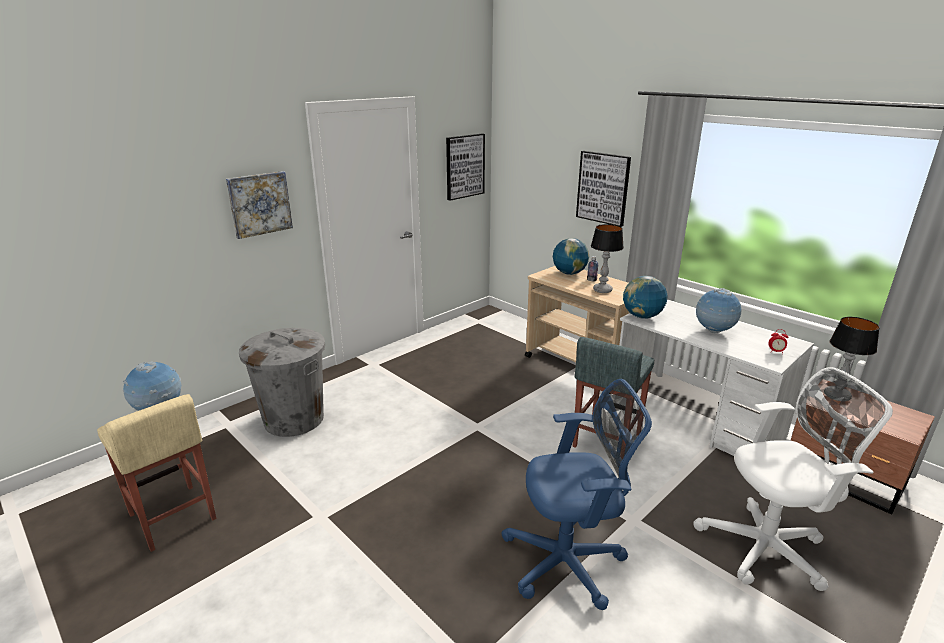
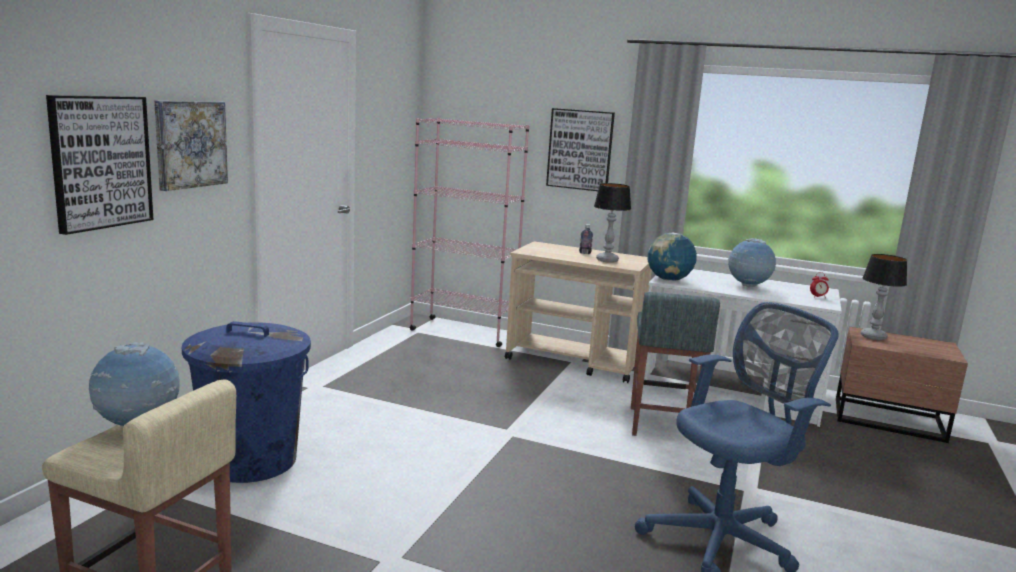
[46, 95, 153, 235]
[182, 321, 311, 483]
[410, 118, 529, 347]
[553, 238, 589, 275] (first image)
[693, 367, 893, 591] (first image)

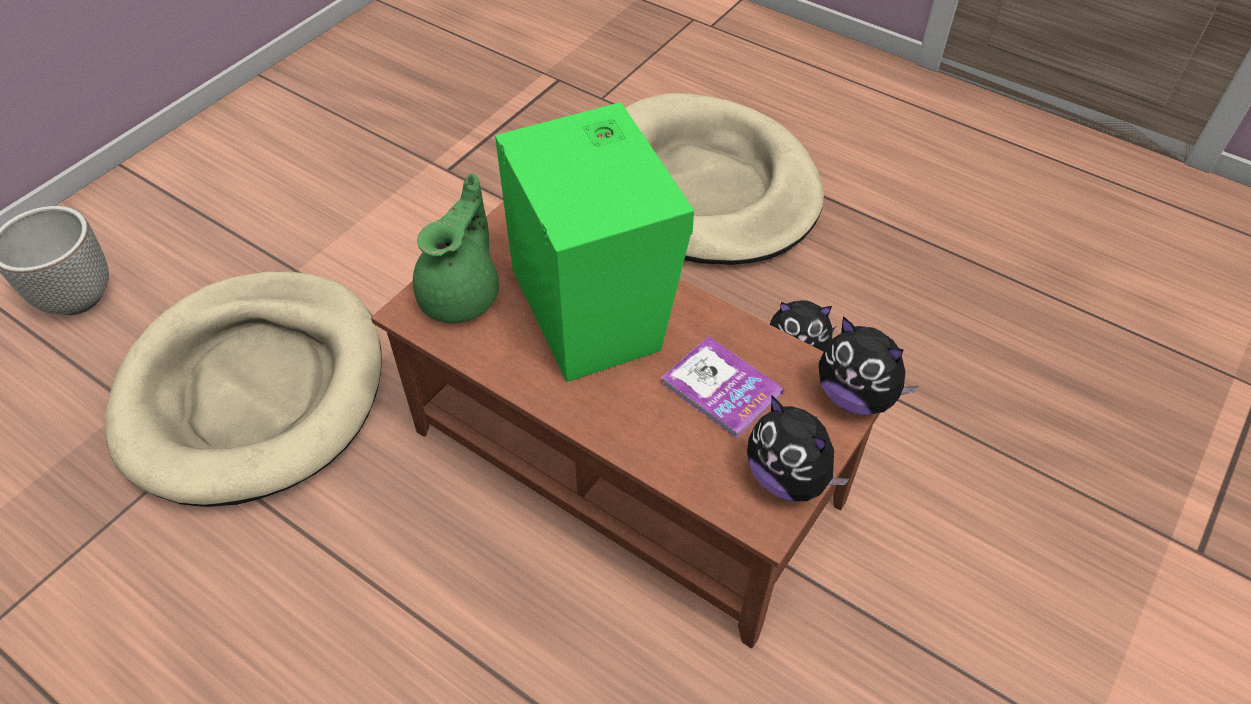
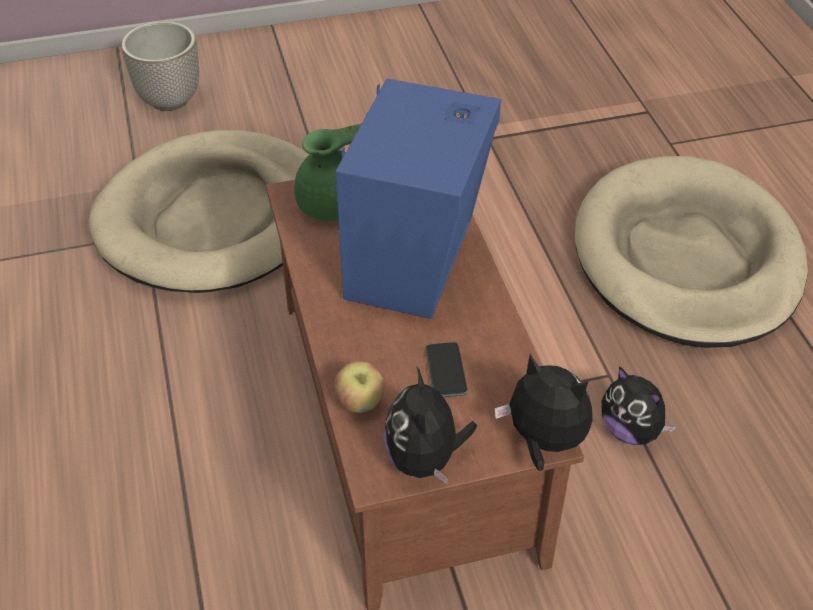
[333, 361, 384, 413]
[336, 79, 501, 319]
[425, 342, 468, 397]
[495, 354, 592, 471]

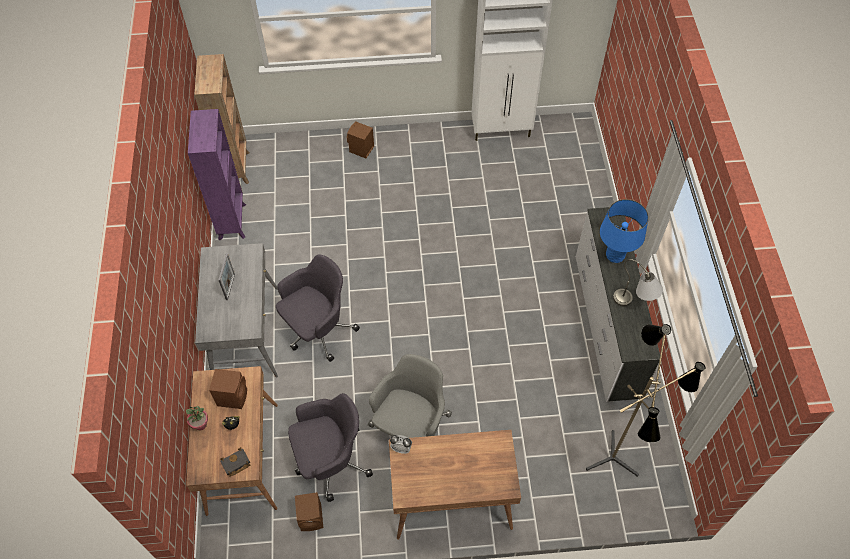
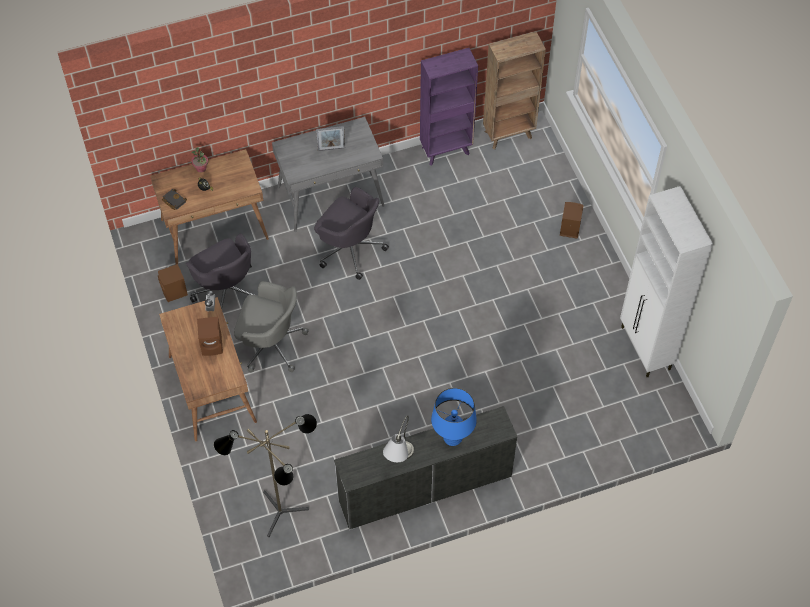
[197, 317, 223, 356]

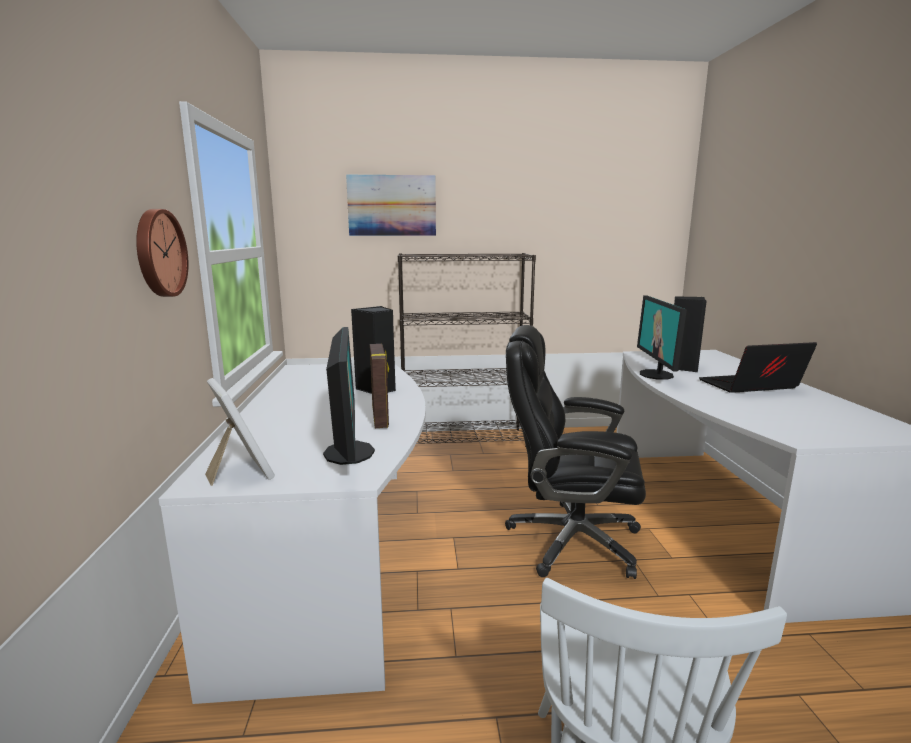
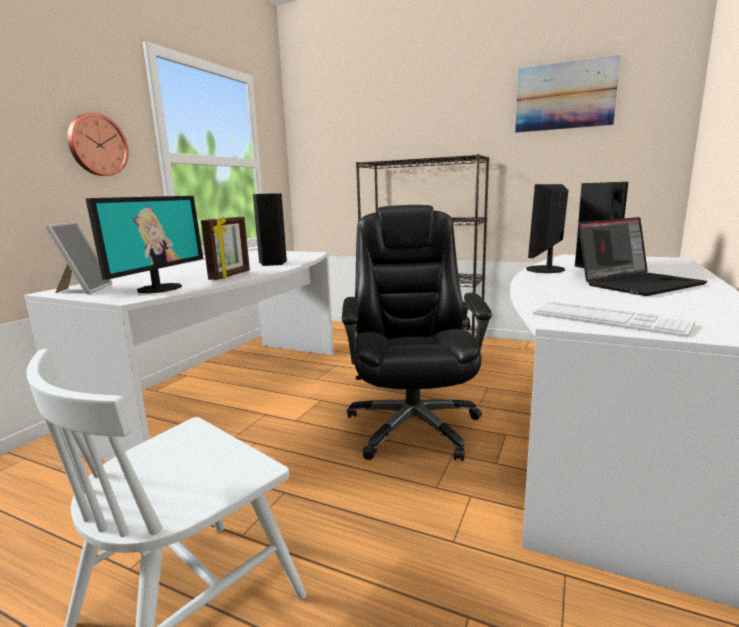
[342, 205, 492, 461]
[515, 55, 620, 133]
[533, 301, 695, 337]
[578, 217, 708, 296]

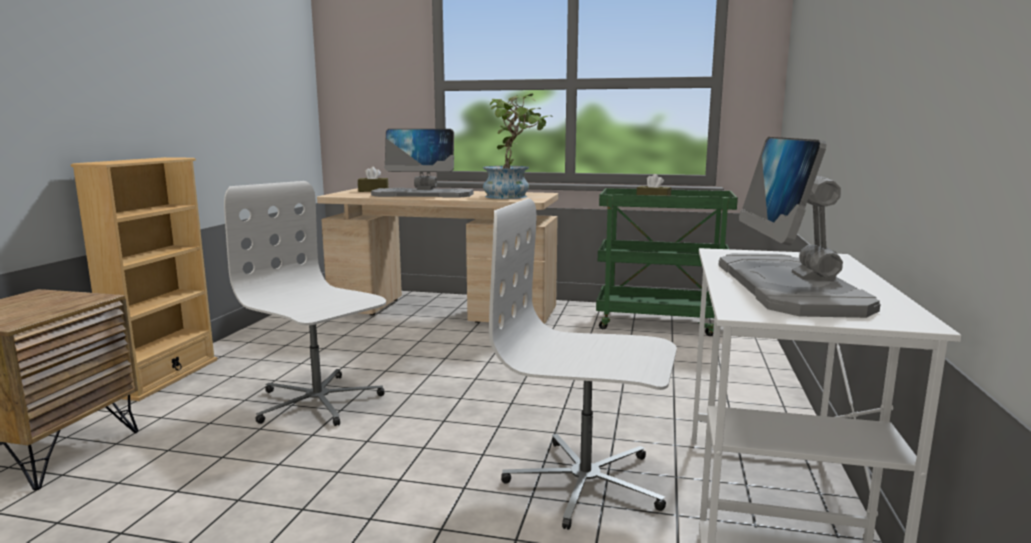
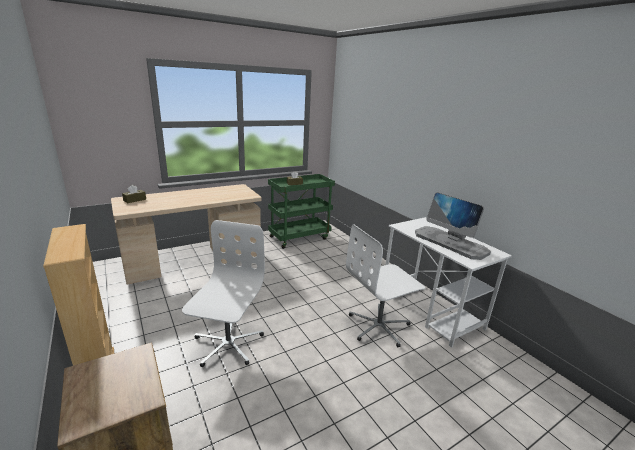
[182, 220, 265, 367]
[371, 129, 473, 198] (first image)
[483, 94, 548, 199] (first image)

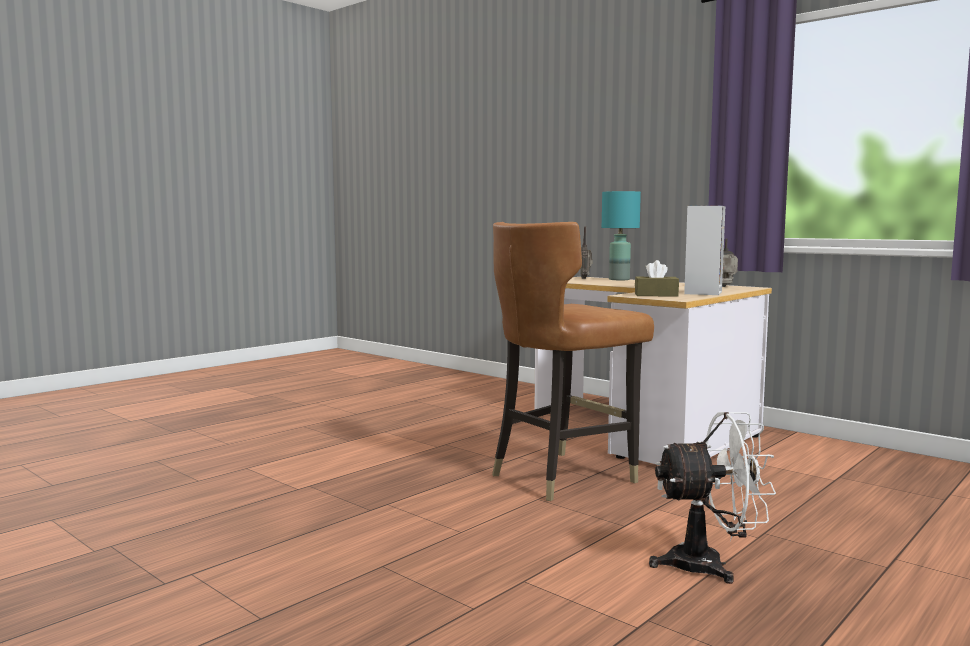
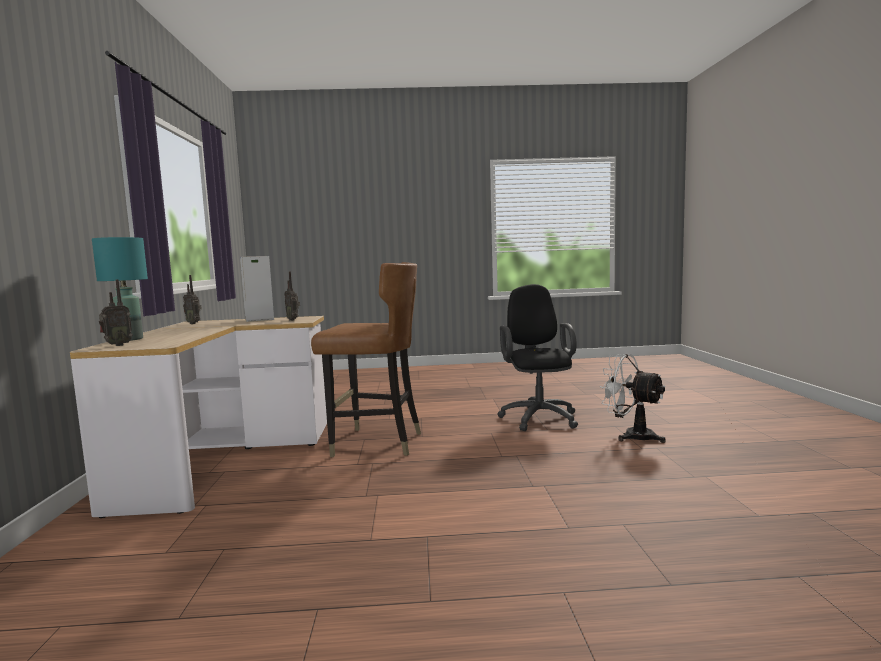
[284, 271, 300, 321]
[498, 284, 578, 431]
[600, 354, 666, 443]

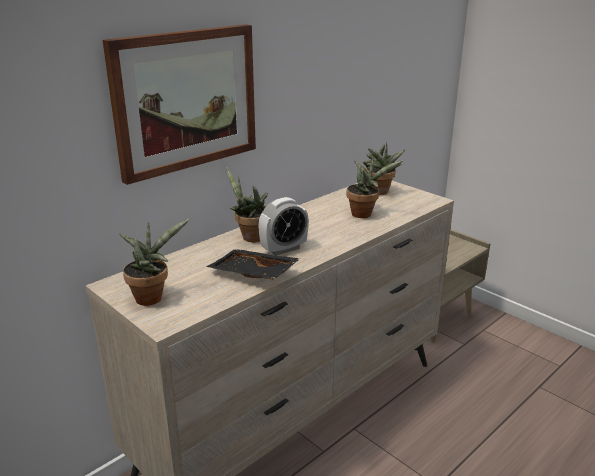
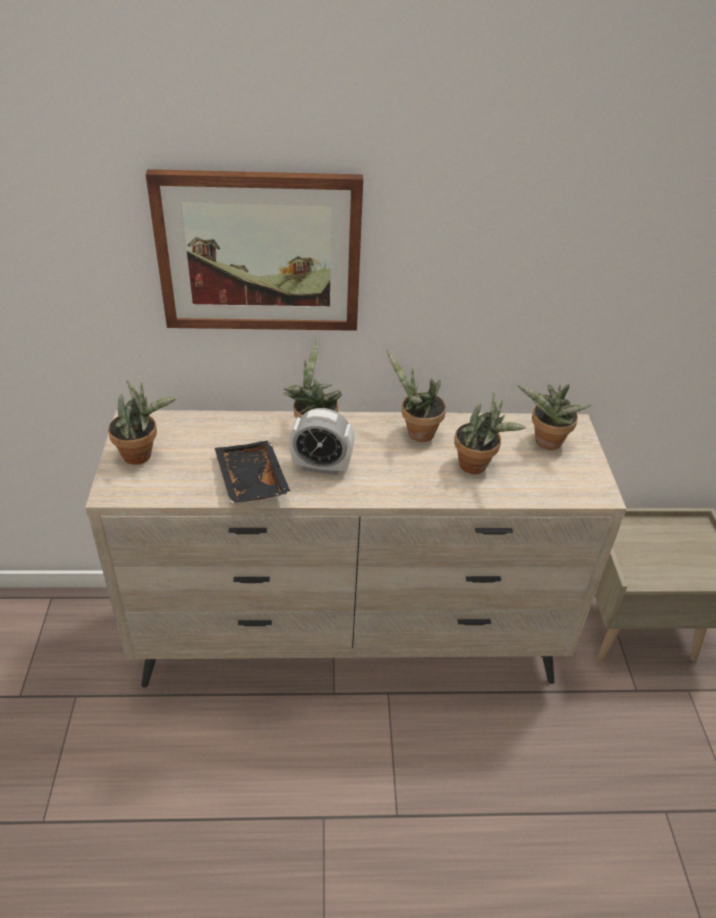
[386, 349, 446, 442]

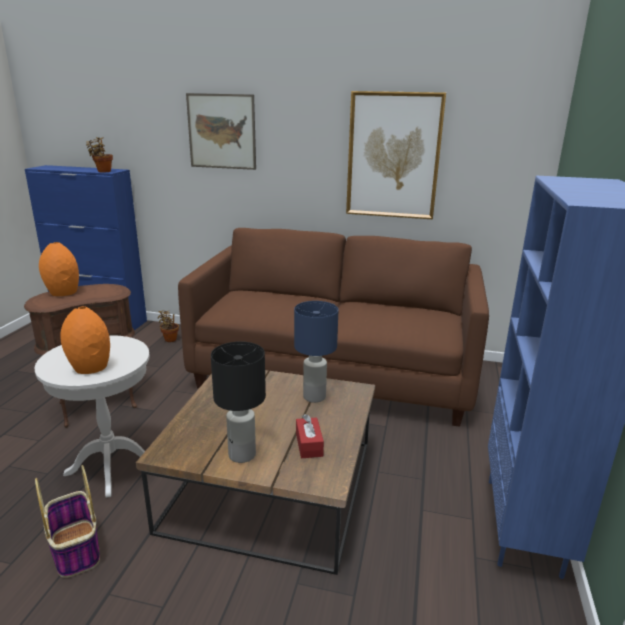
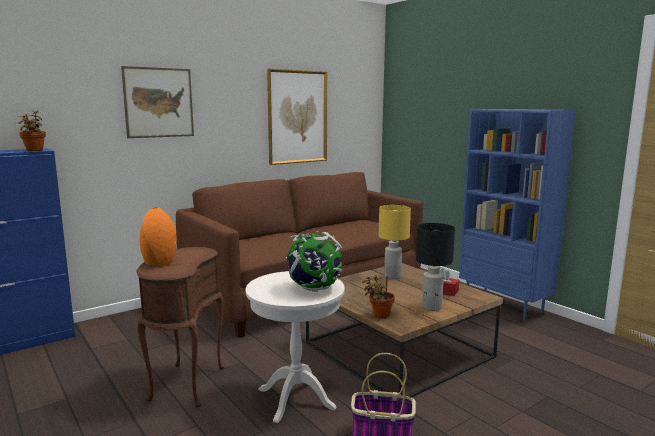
[286, 231, 342, 292]
[362, 275, 395, 318]
[379, 205, 411, 279]

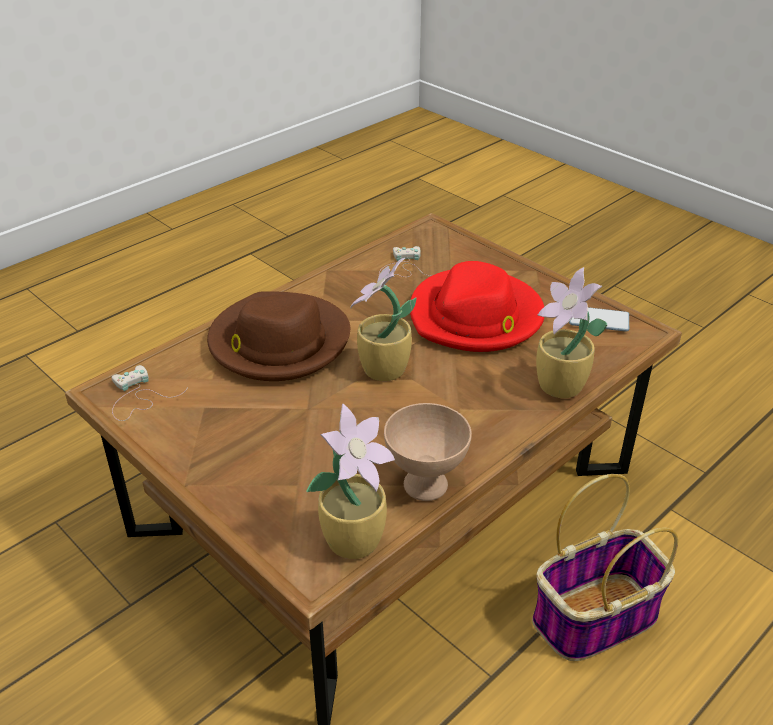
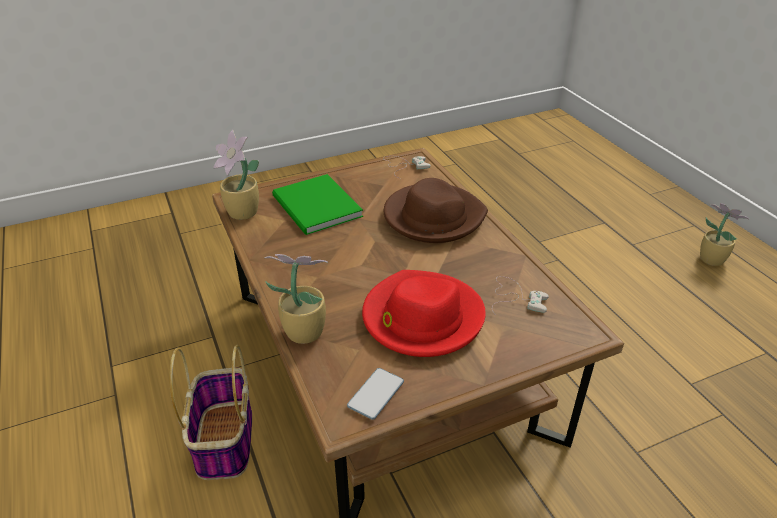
[272, 174, 363, 235]
[700, 203, 750, 266]
[384, 403, 472, 501] (first image)

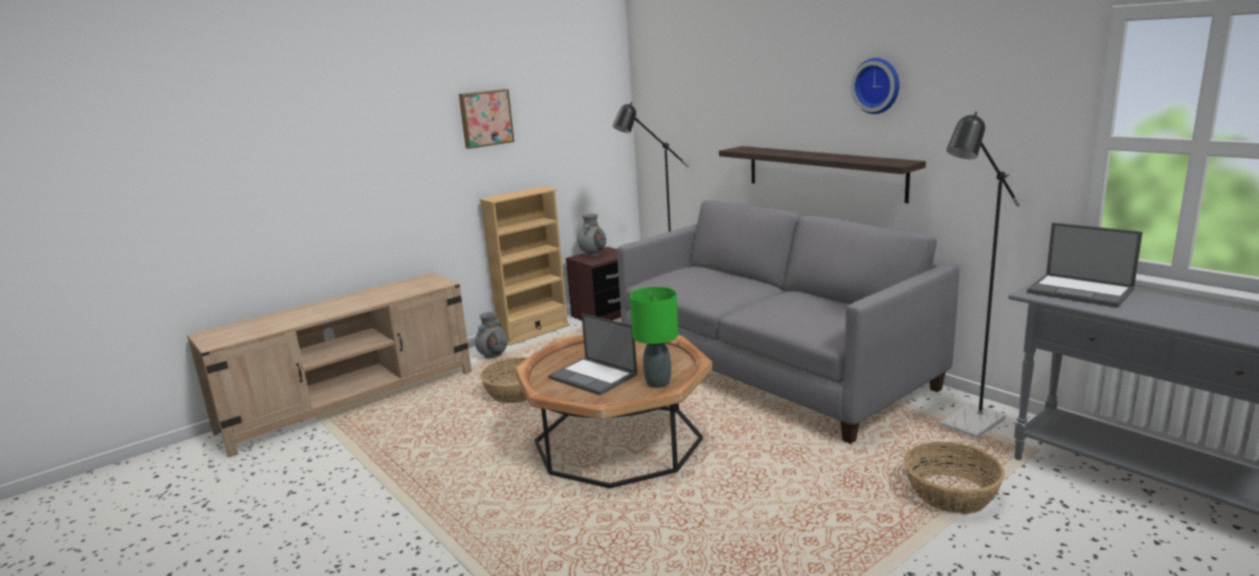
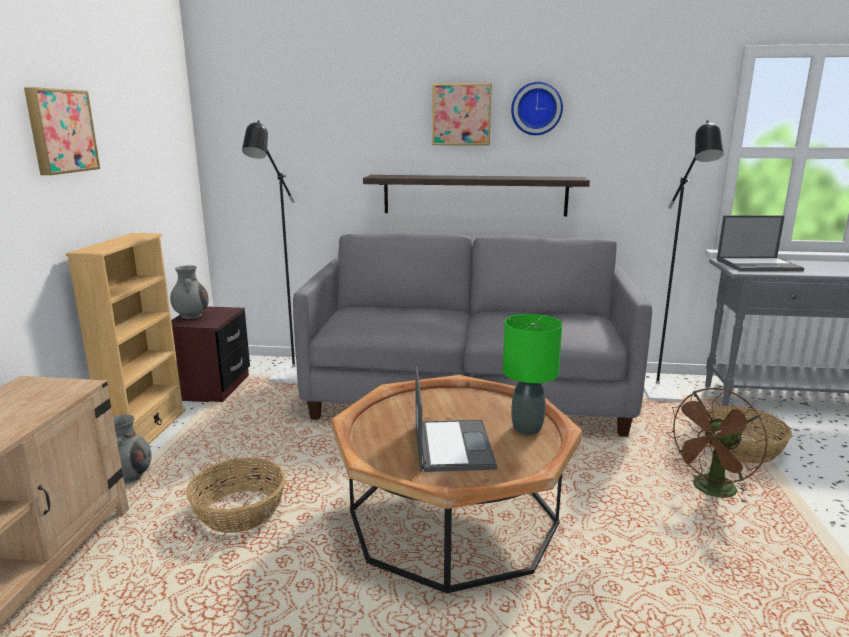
[415, 366, 497, 472]
[432, 83, 492, 145]
[666, 388, 768, 504]

